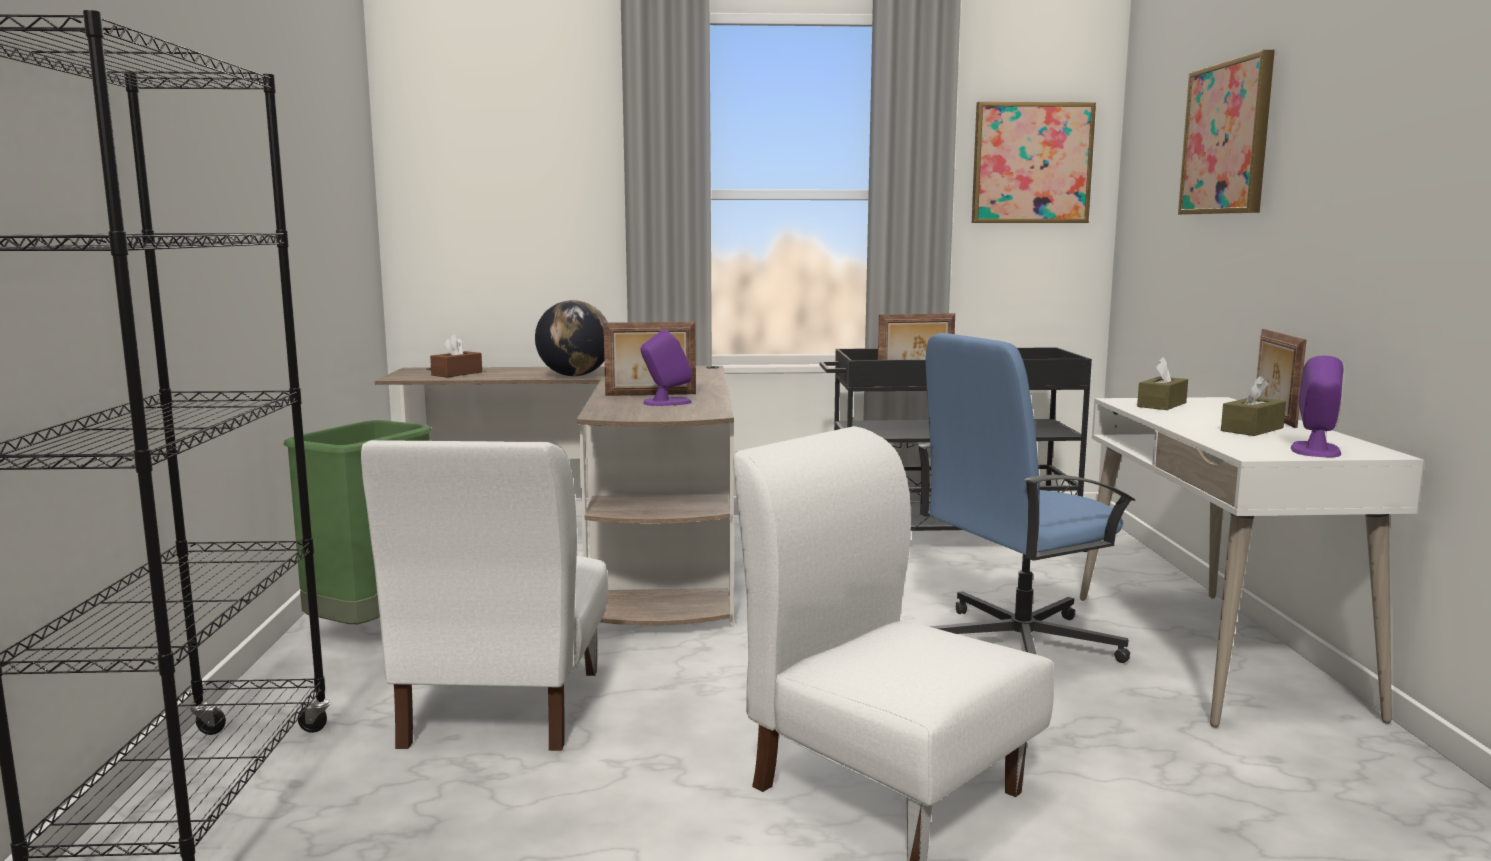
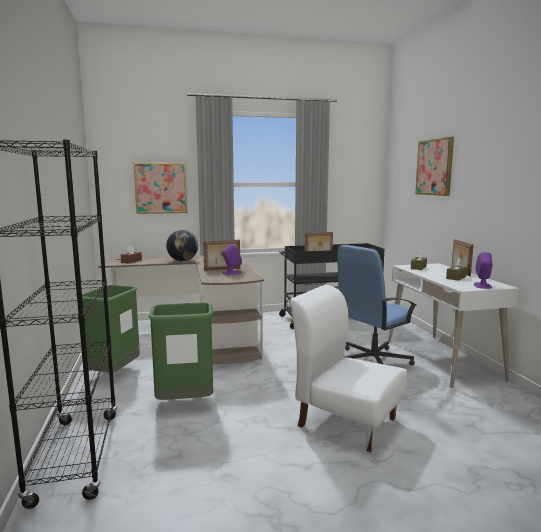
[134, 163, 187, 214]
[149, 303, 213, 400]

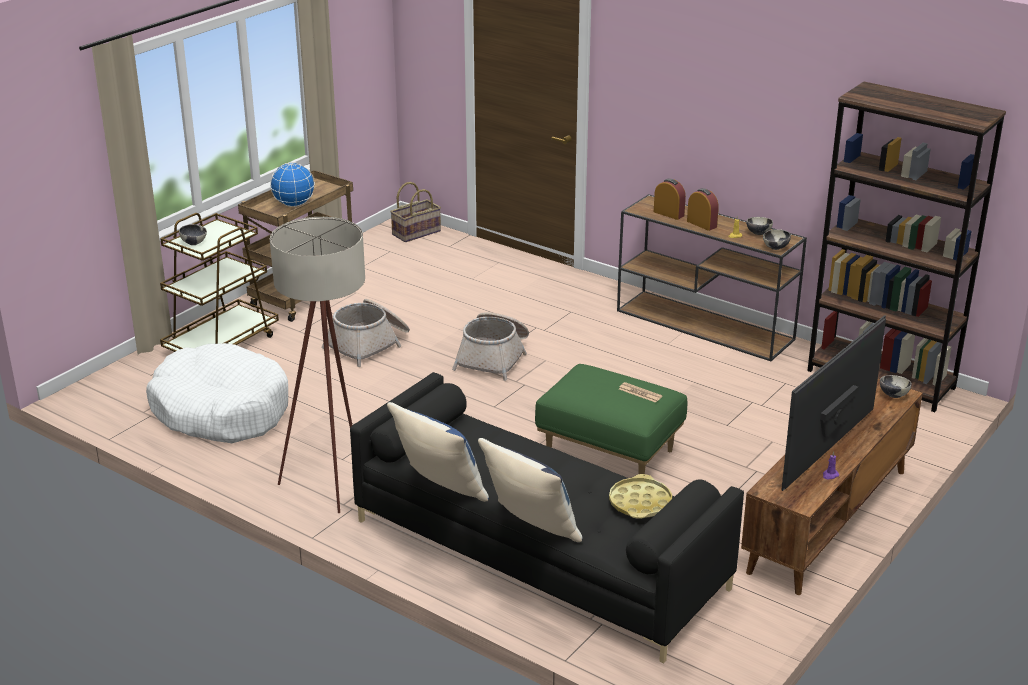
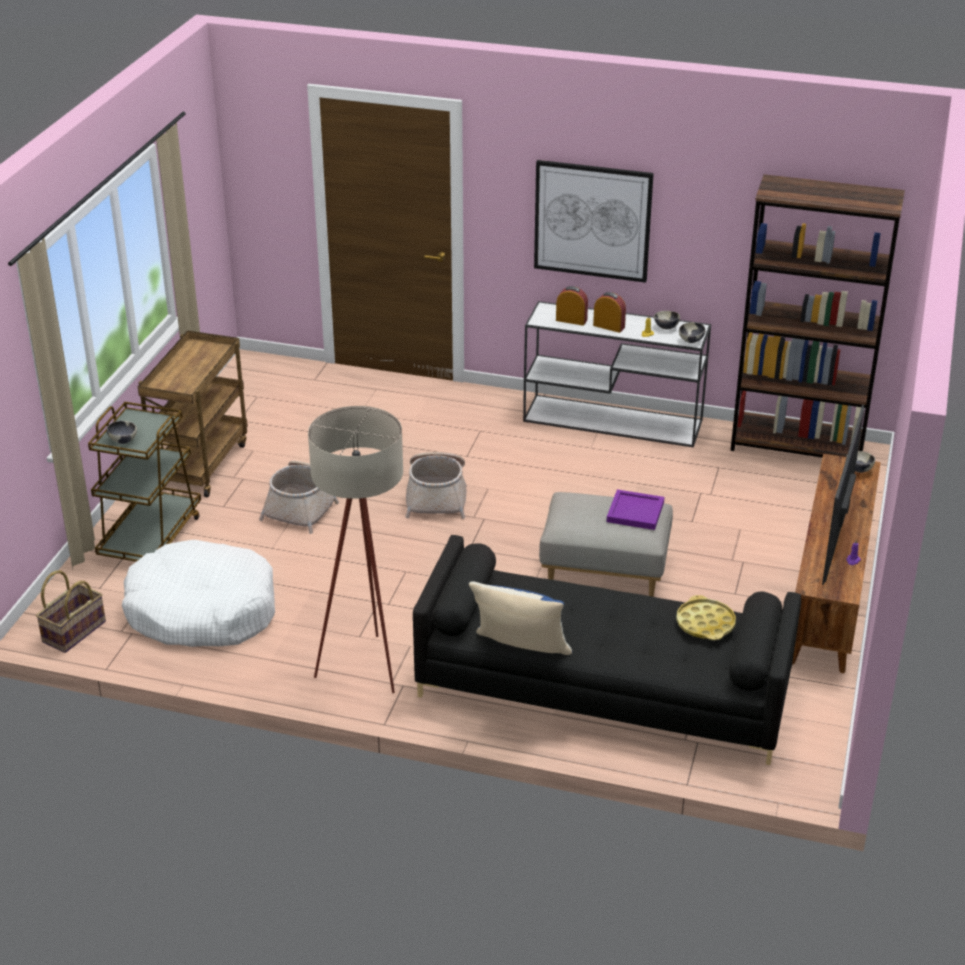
[36, 571, 106, 653]
[523, 301, 711, 448]
[534, 160, 654, 283]
[539, 492, 673, 597]
[607, 489, 664, 530]
[270, 162, 315, 207] (first image)
[478, 438, 583, 542] (first image)

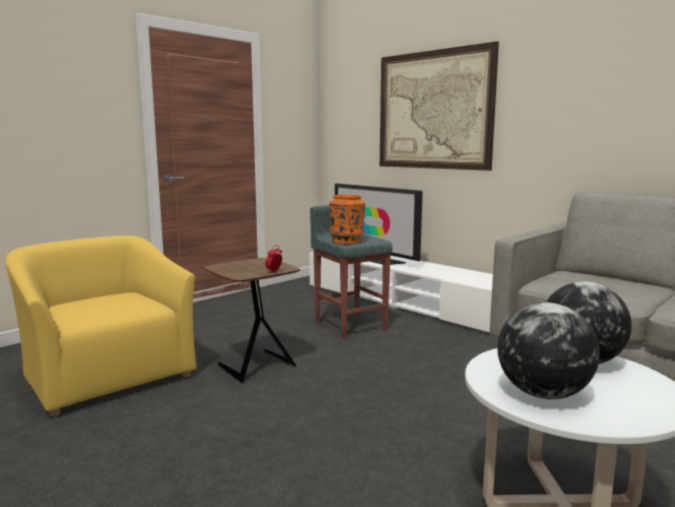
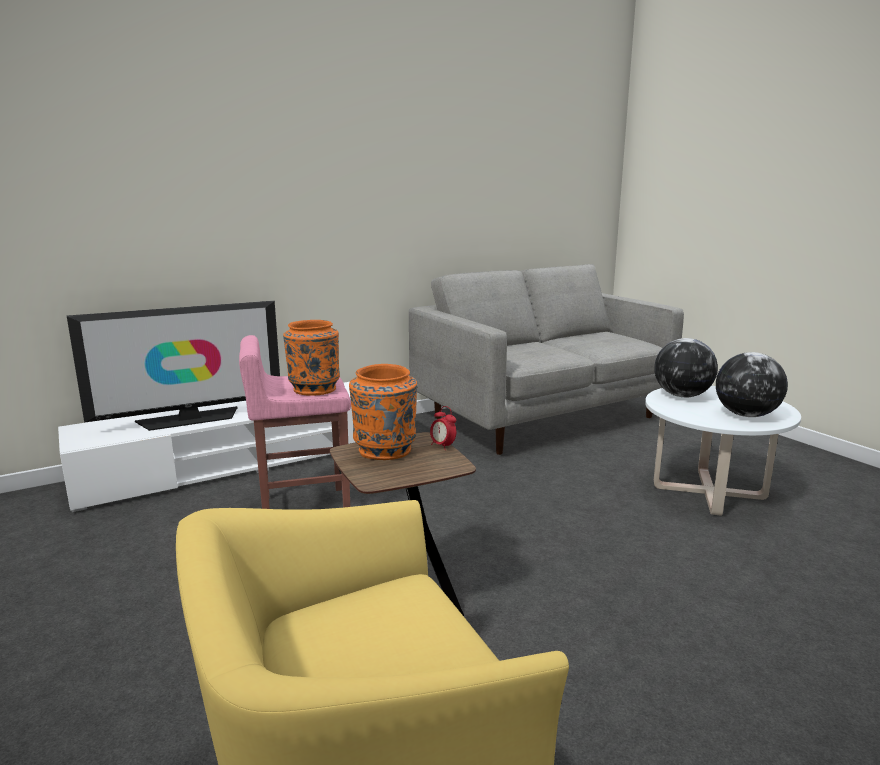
[239, 335, 351, 509]
[349, 364, 417, 460]
[380, 41, 499, 171] (first image)

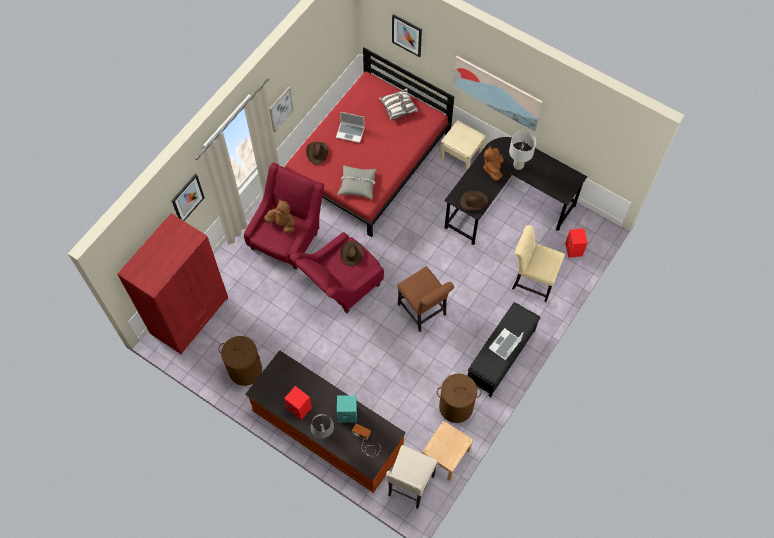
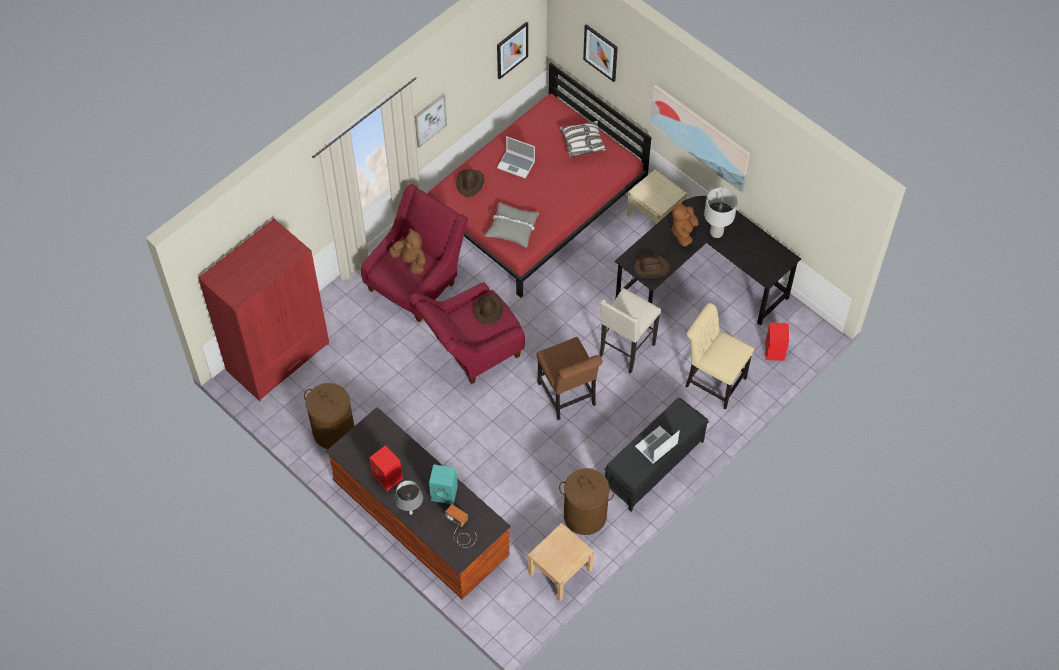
[497, 22, 528, 80]
[600, 288, 661, 374]

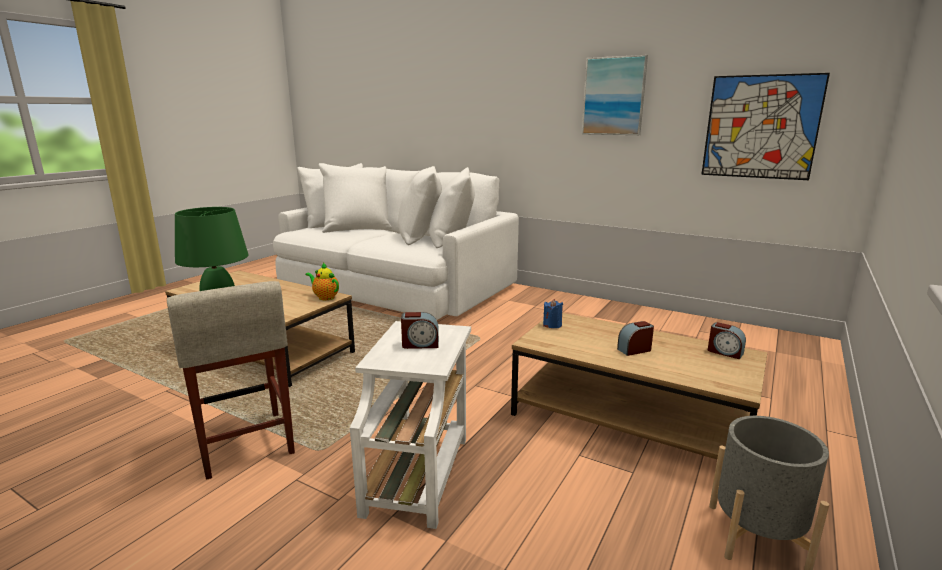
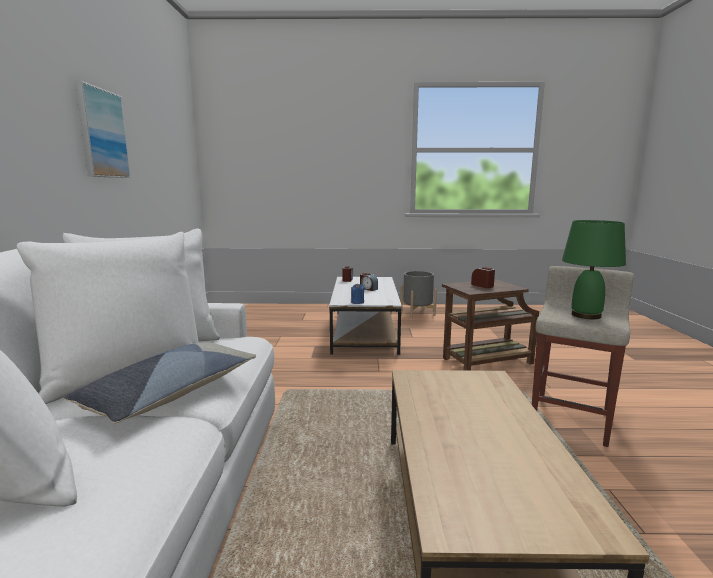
[64, 342, 256, 423]
[329, 277, 402, 355]
[442, 280, 539, 370]
[305, 263, 339, 300] (first image)
[701, 73, 830, 180] (first image)

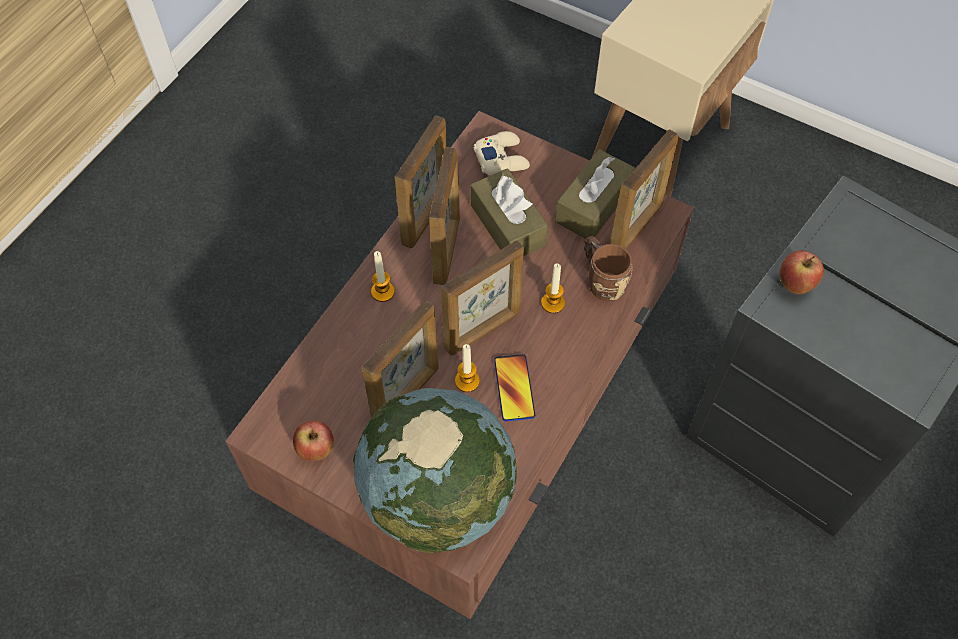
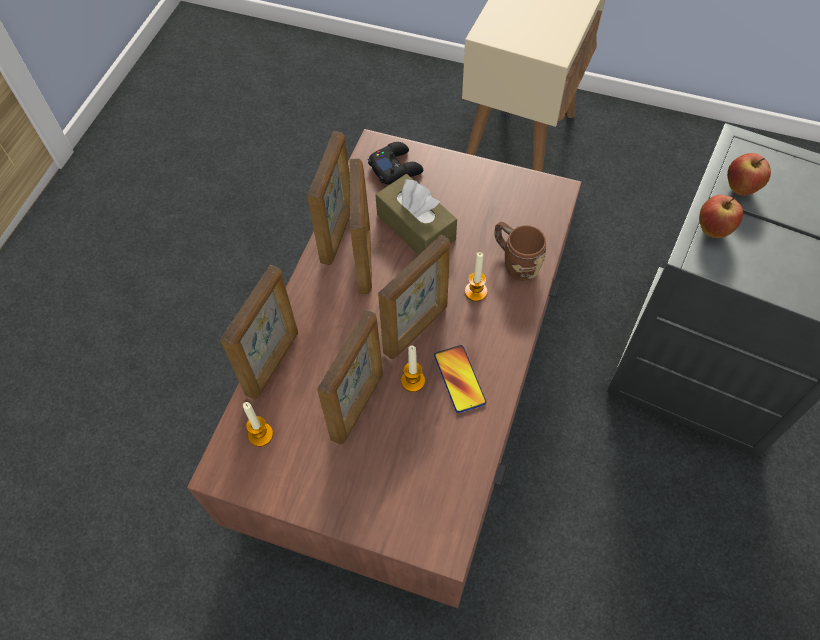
[220, 265, 298, 400]
[243, 402, 273, 447]
[368, 142, 423, 185]
[727, 153, 771, 196]
[353, 388, 517, 554] (first image)
[555, 149, 635, 239] (first image)

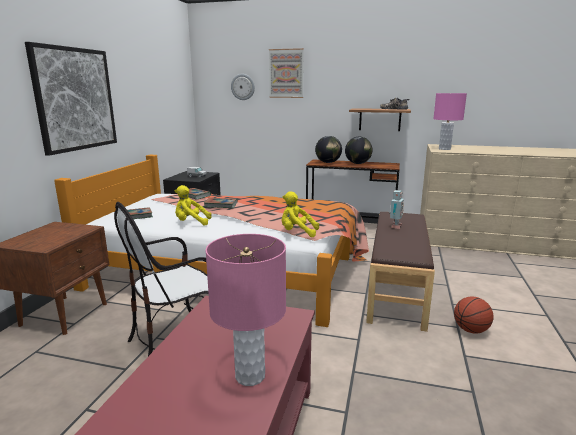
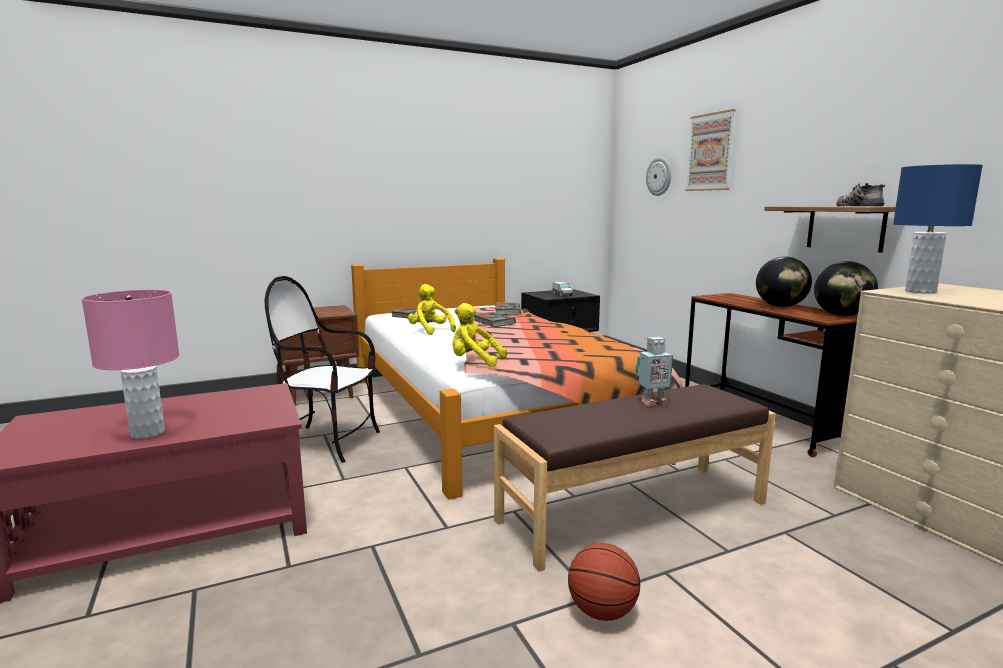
[452, 303, 507, 367]
[814, 261, 878, 316]
[893, 164, 983, 294]
[25, 42, 117, 156] (first image)

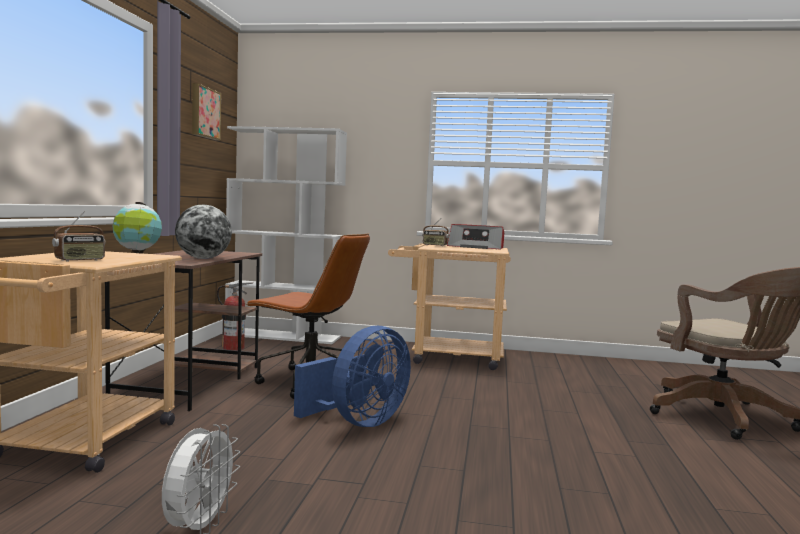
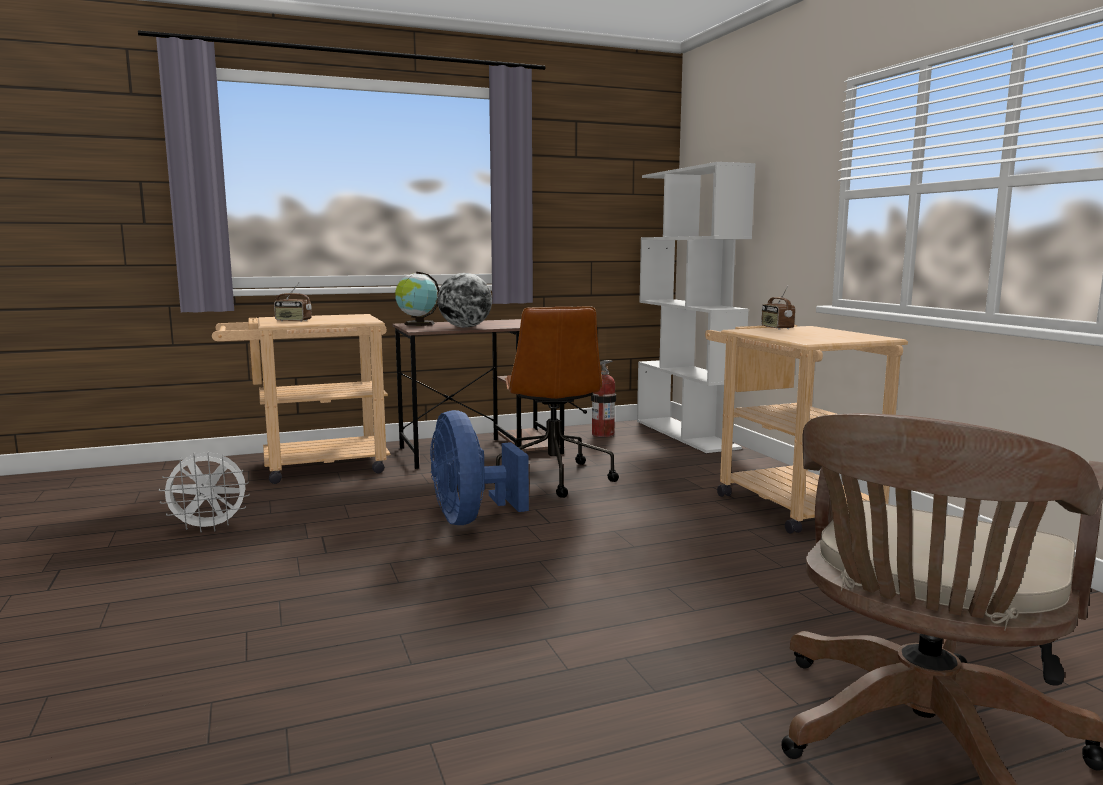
[430, 410, 529, 525]
[192, 83, 221, 140] (first image)
[447, 224, 504, 250] (first image)

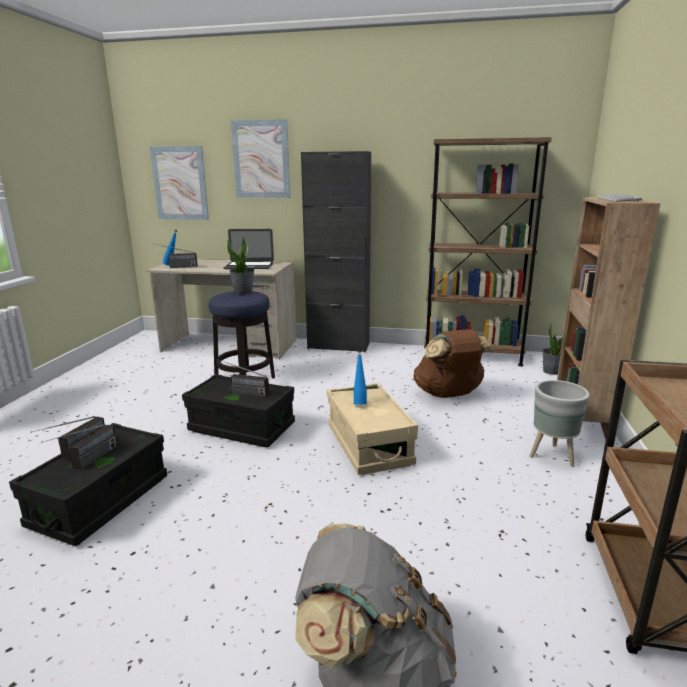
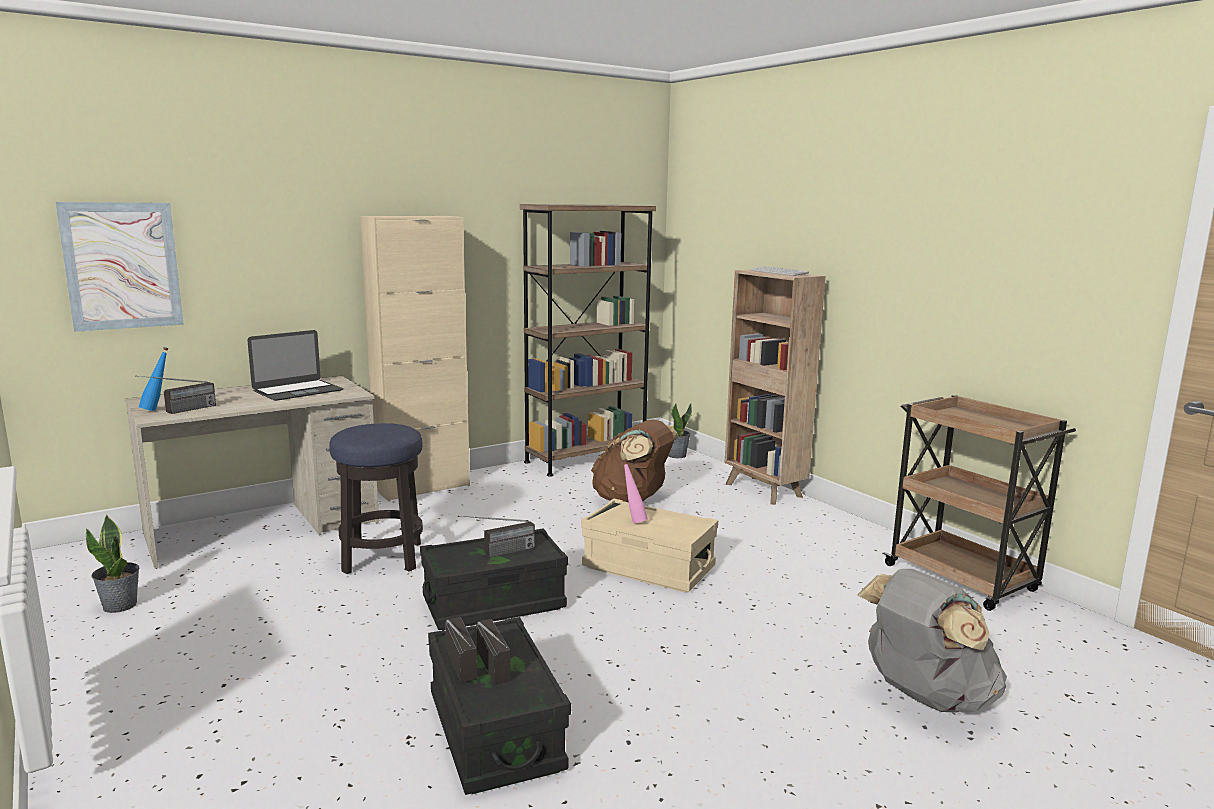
[86, 515, 140, 613]
[360, 216, 470, 502]
[622, 459, 648, 523]
[231, 119, 290, 198] (first image)
[529, 380, 590, 467] (first image)

